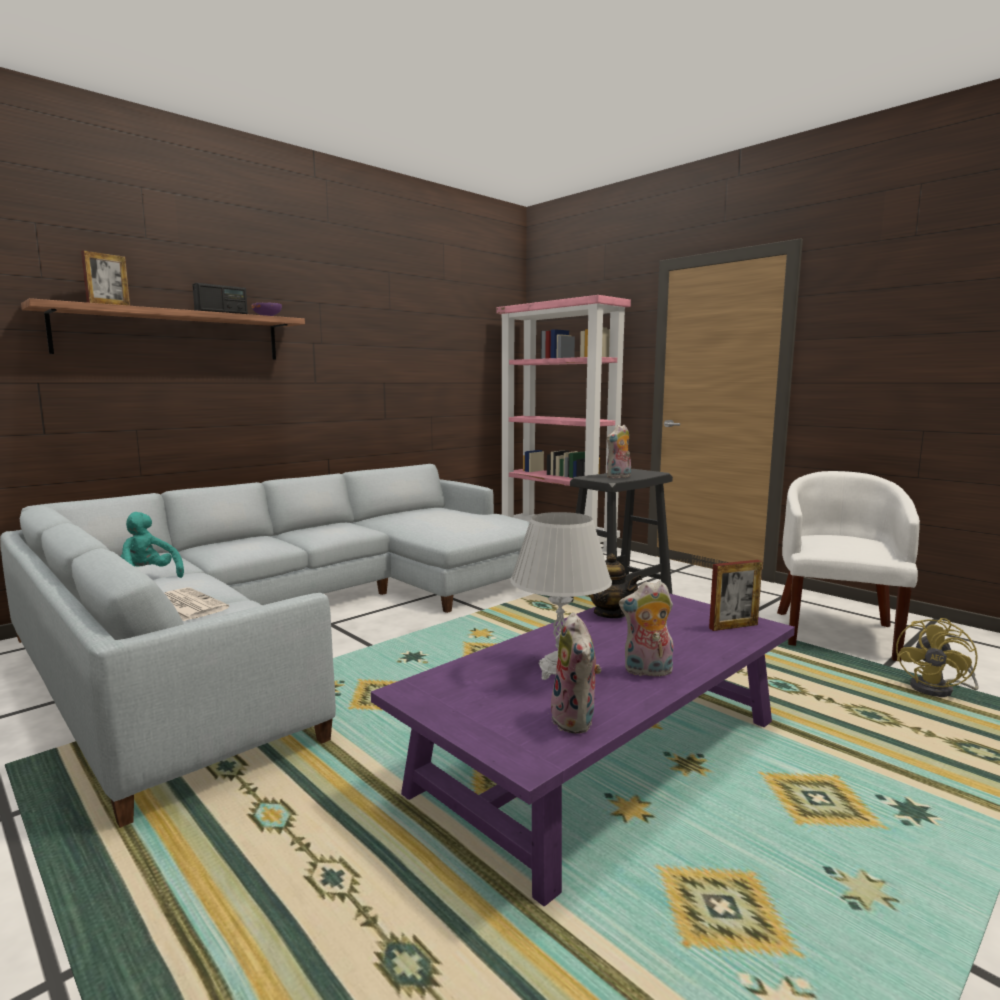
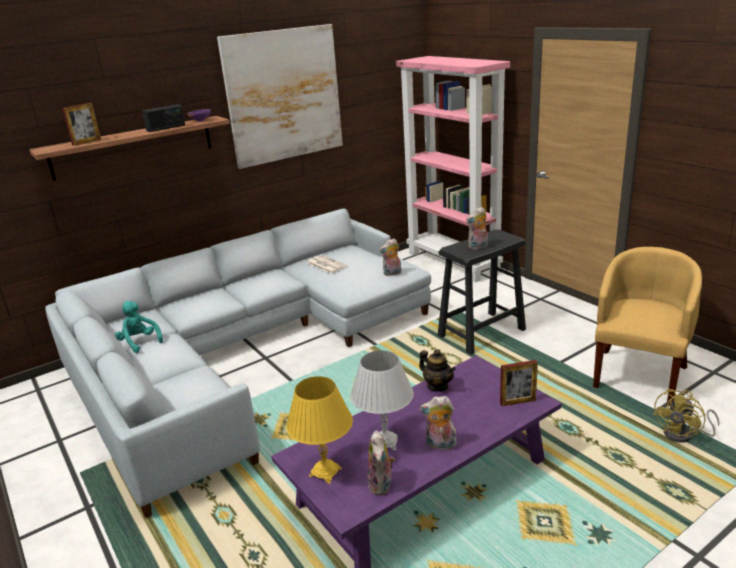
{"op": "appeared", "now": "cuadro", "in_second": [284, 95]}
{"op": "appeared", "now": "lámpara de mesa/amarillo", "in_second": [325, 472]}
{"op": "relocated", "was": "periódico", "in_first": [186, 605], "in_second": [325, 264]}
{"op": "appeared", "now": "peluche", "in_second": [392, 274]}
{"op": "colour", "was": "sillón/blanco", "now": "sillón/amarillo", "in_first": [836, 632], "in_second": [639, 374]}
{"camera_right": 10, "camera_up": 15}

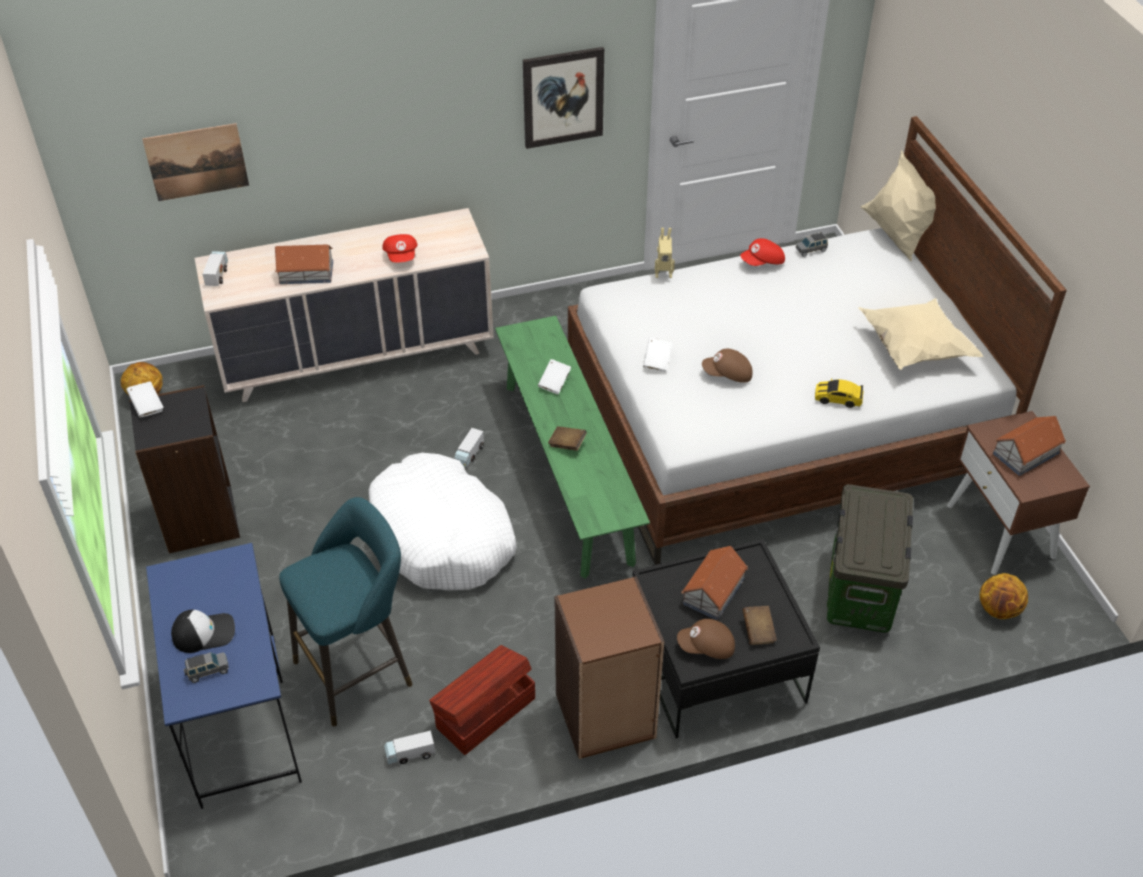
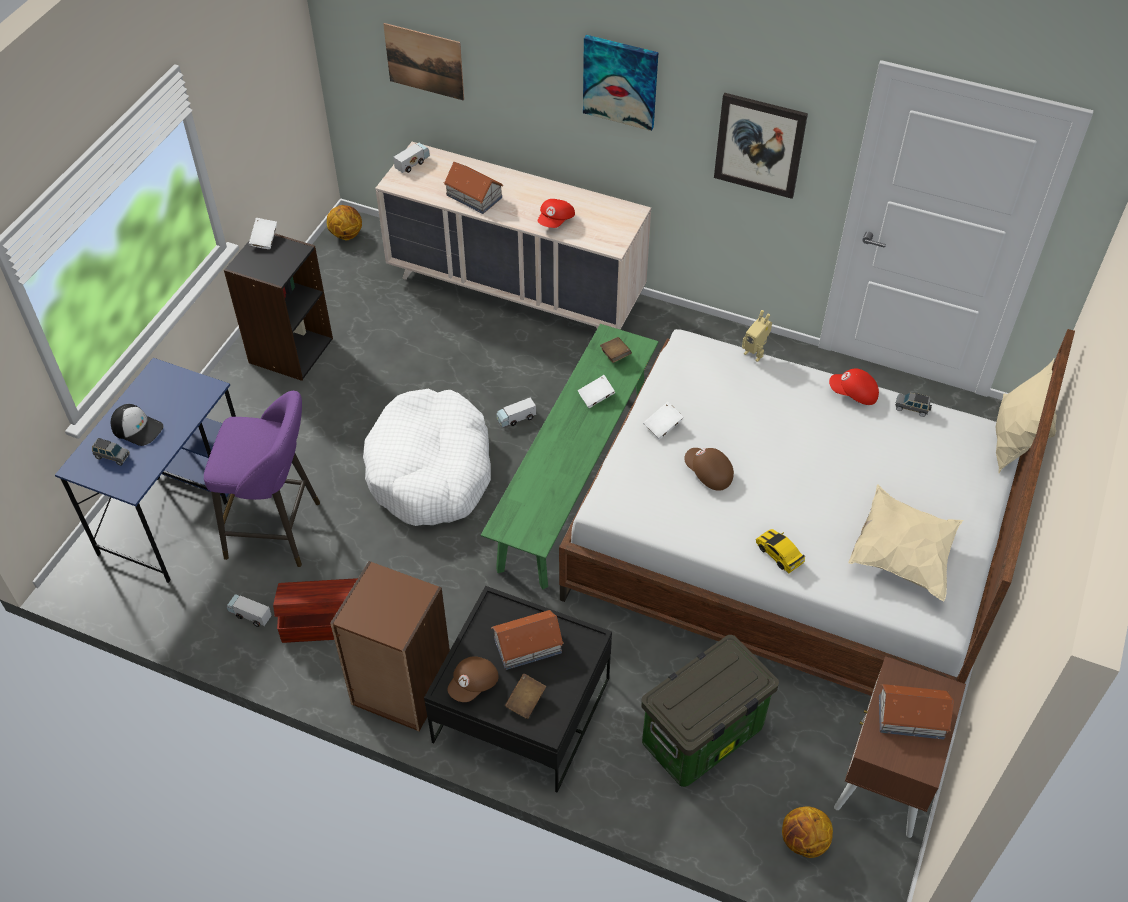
{"op": "colour", "was": "taburete/turquesa", "now": "taburete/morado", "in_first": [359, 670], "in_second": [279, 531]}
{"op": "spun", "was": "gorra/marrón", "in_first": [706, 647], "in_second": [474, 684], "clockwise": -90}
{"op": "appeared", "now": "cuadro", "in_second": [620, 81]}
{"op": "relocated", "was": "libro/marrón", "in_first": [567, 444], "in_second": [615, 355]}
{"camera_right": 40, "camera_up": 5}

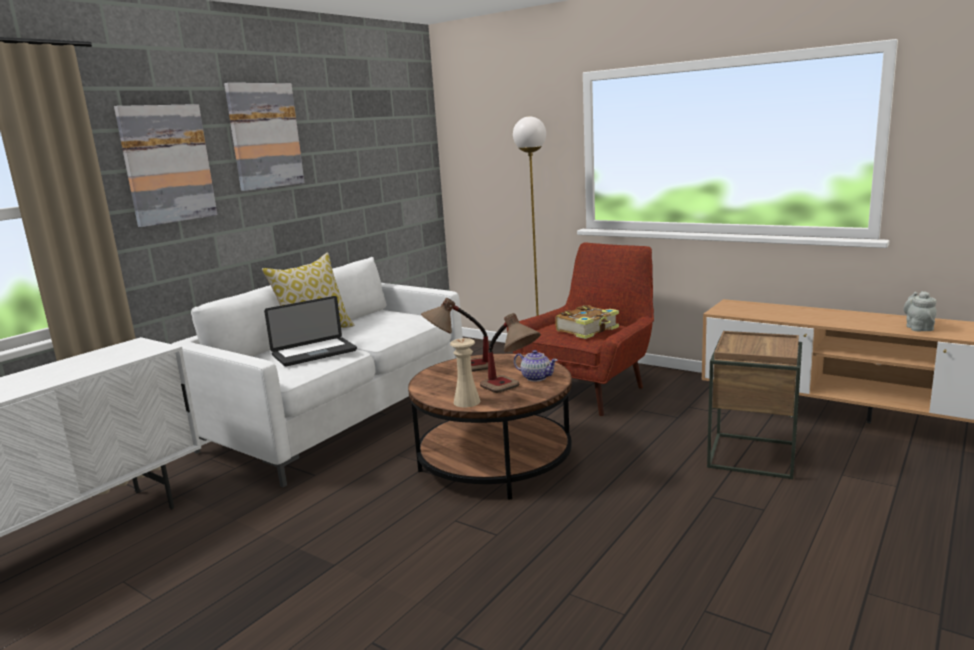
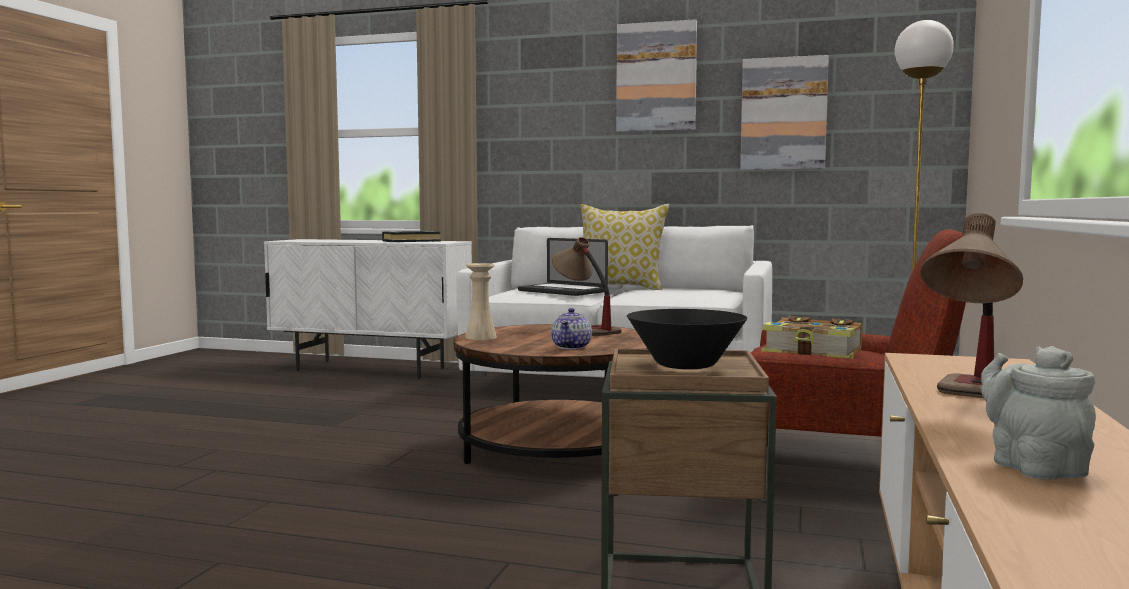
{"op": "appeared", "now": "libro/negro", "in_second": [411, 241]}
{"op": "appeared", "now": "cuenco/negro", "in_second": [685, 365]}
{"op": "relocated", "was": "cuadro", "in_first": [167, 164], "in_second": [783, 114]}
{"op": "relocated", "was": "lámpara de mesa", "in_first": [512, 390], "in_second": [973, 399]}
{"op": "spun", "was": "tetera/gris", "in_first": [918, 328], "in_second": [1032, 466], "clockwise": -90}
{"camera_right": 70, "camera_up": -10}

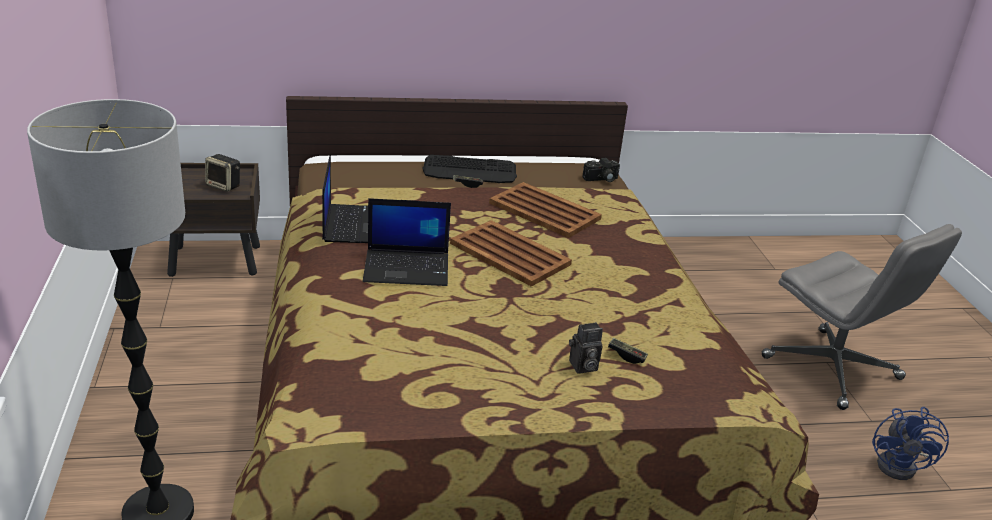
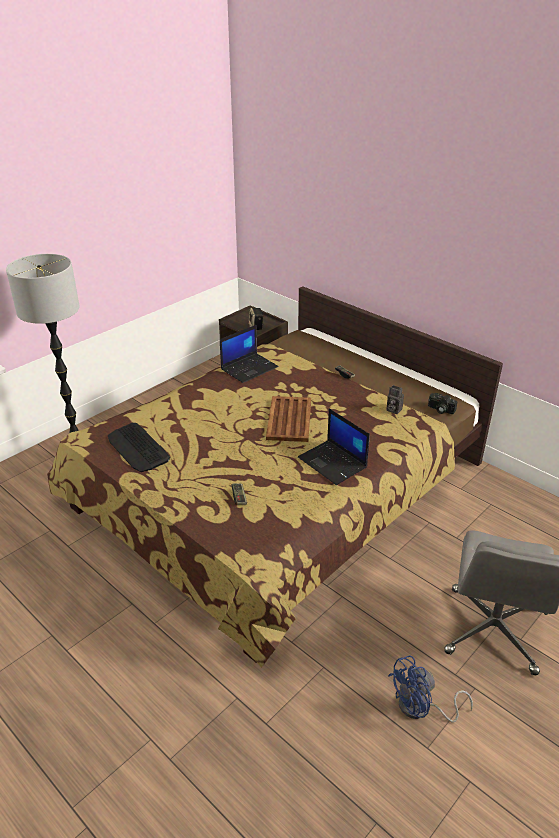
{"op": "relocated", "was": "teclado", "in_first": [470, 171], "in_second": [138, 448]}
{"op": "relocated", "was": "portátil", "in_first": [408, 268], "in_second": [333, 463]}
{"op": "relocated", "was": "cámara", "in_first": [582, 367], "in_second": [393, 410]}
{"op": "missing", "was": "bandeja/marrón", "in_first": [544, 210]}
{"camera_right": 55, "camera_up": 5}

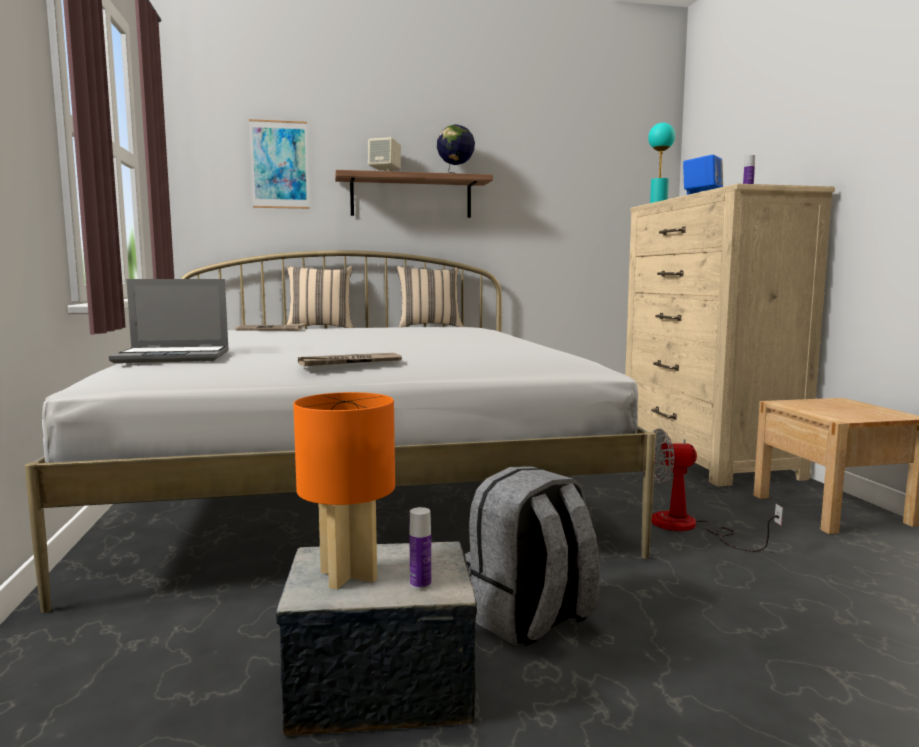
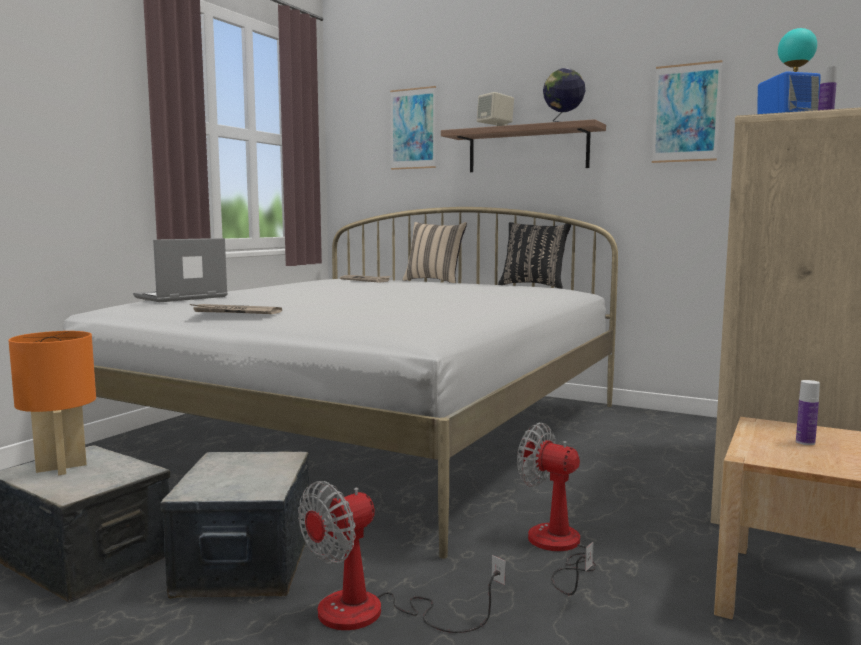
{"op": "spun", "was": "portátil", "in_first": [175, 357], "in_second": [180, 297], "clockwise": 105}
{"op": "exchanged", "was": "mochila/gris", "now": "caja de almacenaje", "in_first": [530, 620], "in_second": [243, 563]}
{"op": "appeared", "now": "ventilador", "in_second": [374, 614]}
{"op": "colour", "was": "cojín/beis", "now": "cojín/negro", "in_first": [429, 326], "in_second": [534, 286]}
{"op": "appeared", "now": "cuadro", "in_second": [686, 113]}
{"op": "relocated", "was": "botella", "in_first": [420, 584], "in_second": [805, 442]}
{"camera_right": 40, "camera_up": 0}

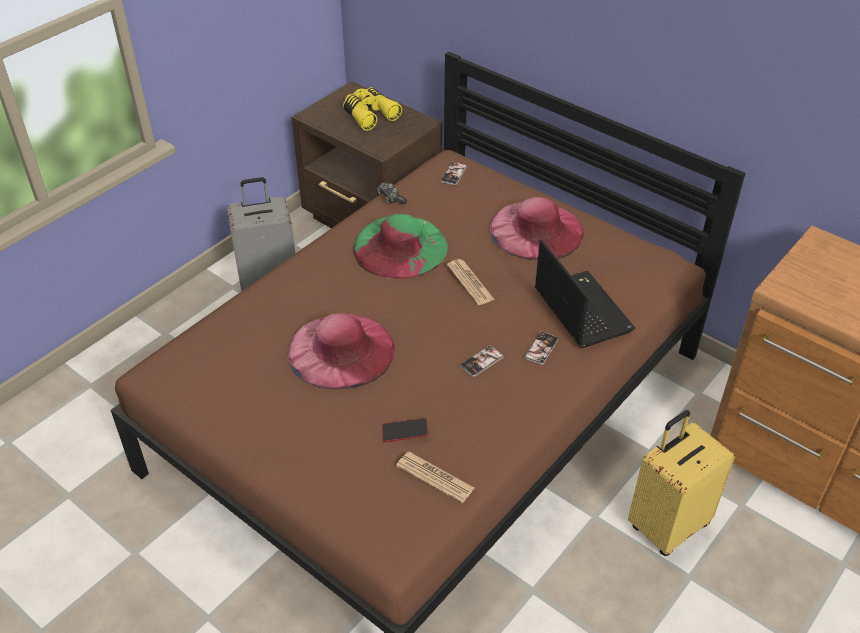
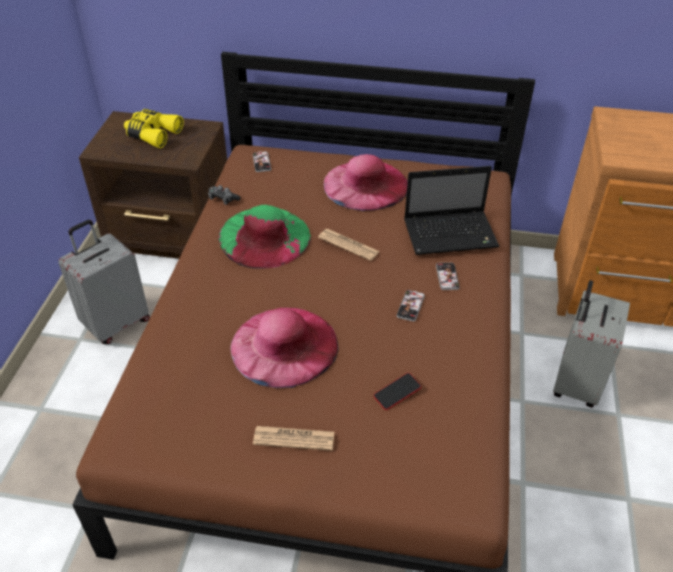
{"op": "relocated", "was": "periódico", "in_first": [435, 477], "in_second": [294, 438]}
{"op": "spun", "was": "portátil", "in_first": [580, 309], "in_second": [452, 234], "clockwise": 135}
{"op": "colour", "was": "maleta/amarillo", "now": "maleta/gris", "in_first": [667, 525], "in_second": [575, 383]}
{"camera_right": -30, "camera_up": 0}

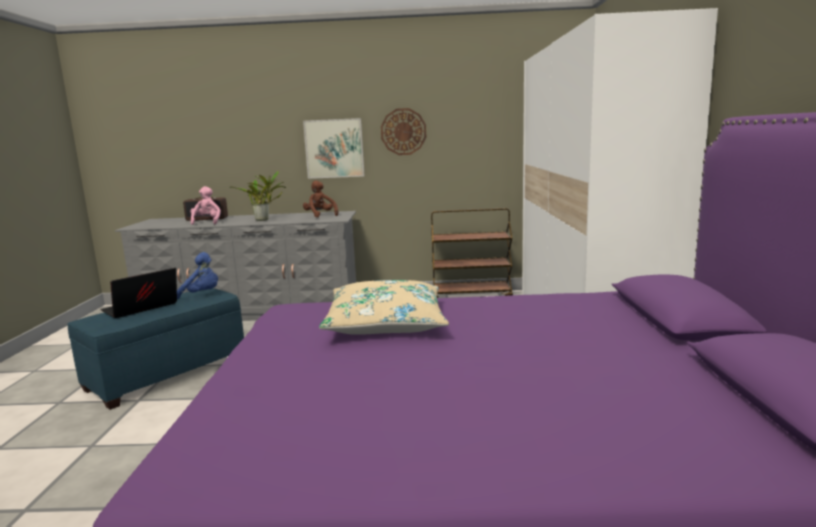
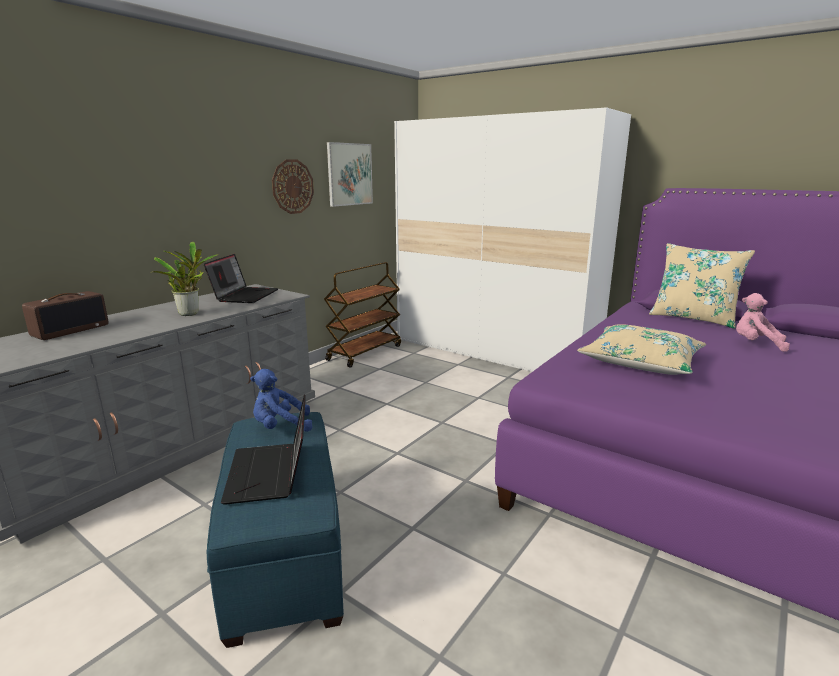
{"op": "exchanged", "was": "peluche/marrón", "now": "portátil", "in_first": [320, 215], "in_second": [244, 295]}
{"op": "spun", "was": "peluche/azul", "in_first": [202, 295], "in_second": [280, 427], "clockwise": -150}
{"op": "relocated", "was": "cuadro", "in_first": [334, 148], "in_second": [349, 174]}
{"op": "appeared", "now": "cojín/beis", "in_second": [693, 318]}
{"op": "relocated", "was": "peluche/rosa", "in_first": [207, 222], "in_second": [756, 345]}
{"camera_right": -55, "camera_up": 5}

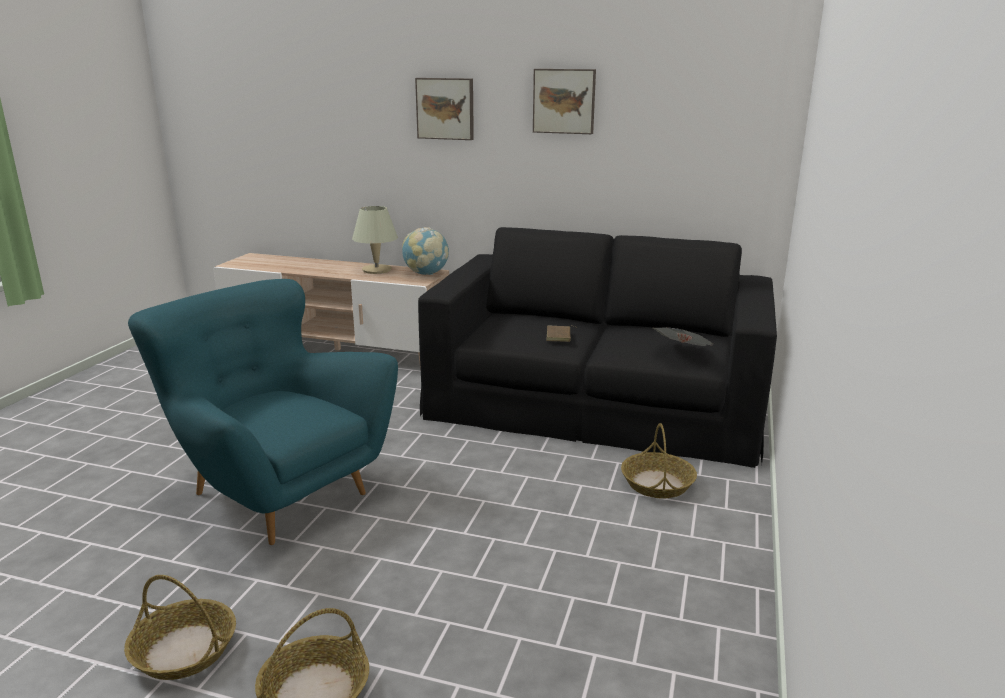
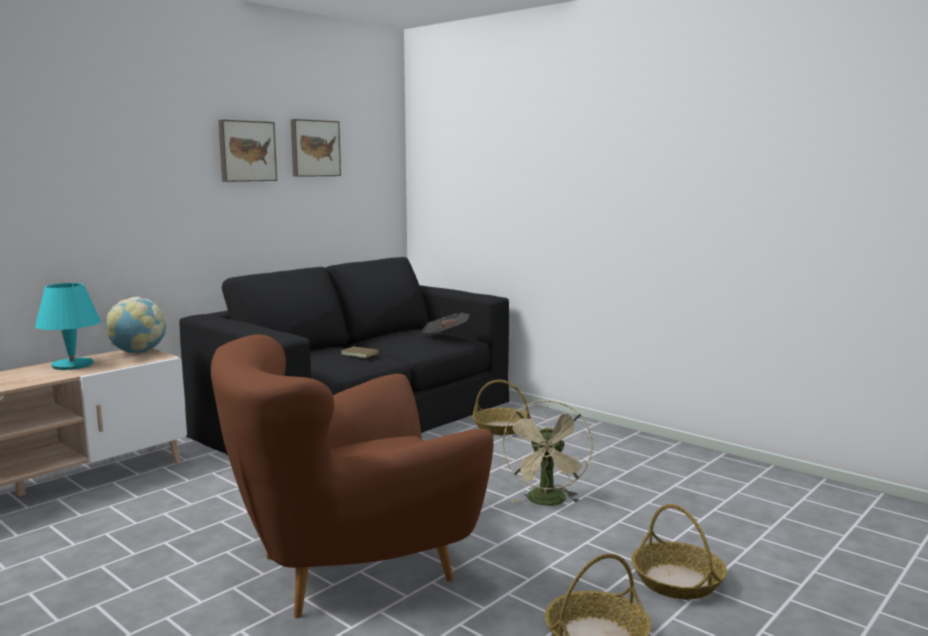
{"op": "colour", "was": "lámpara de mesa/beis", "now": "lámpara de mesa/turquesa", "in_first": [377, 270], "in_second": [73, 365]}
{"op": "colour", "was": "sillón/turquesa", "now": "sillón/marrón", "in_first": [276, 492], "in_second": [350, 568]}
{"op": "relocated", "was": "cuadro", "in_first": [445, 108], "in_second": [314, 148]}
{"op": "appeared", "now": "ventilador/beis", "in_second": [548, 502]}
{"camera_right": -65, "camera_up": -10}

